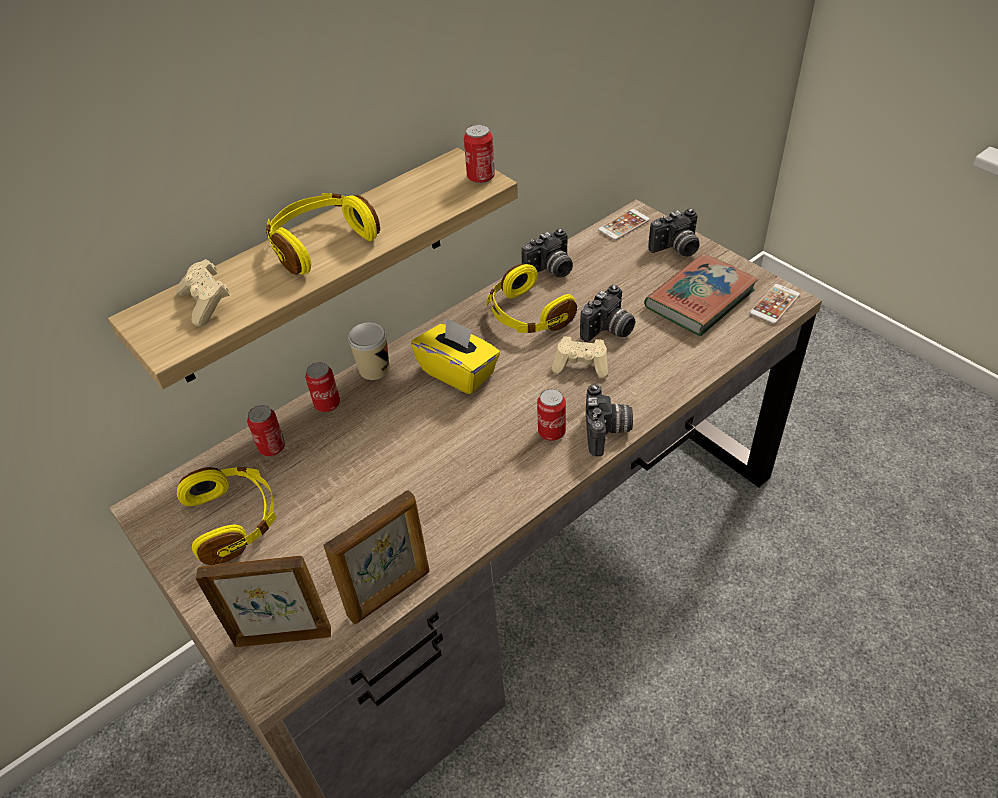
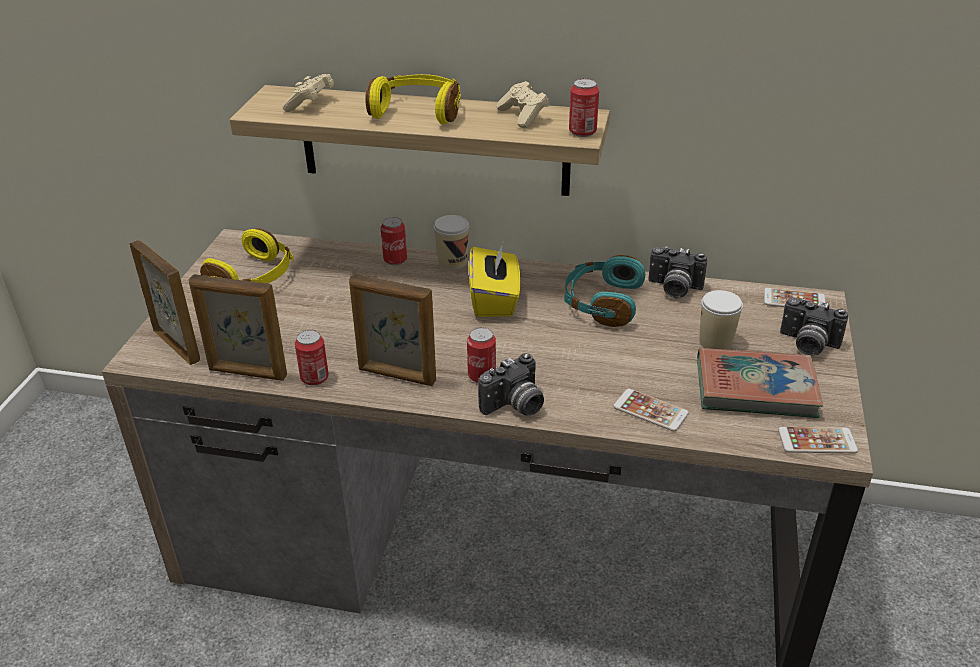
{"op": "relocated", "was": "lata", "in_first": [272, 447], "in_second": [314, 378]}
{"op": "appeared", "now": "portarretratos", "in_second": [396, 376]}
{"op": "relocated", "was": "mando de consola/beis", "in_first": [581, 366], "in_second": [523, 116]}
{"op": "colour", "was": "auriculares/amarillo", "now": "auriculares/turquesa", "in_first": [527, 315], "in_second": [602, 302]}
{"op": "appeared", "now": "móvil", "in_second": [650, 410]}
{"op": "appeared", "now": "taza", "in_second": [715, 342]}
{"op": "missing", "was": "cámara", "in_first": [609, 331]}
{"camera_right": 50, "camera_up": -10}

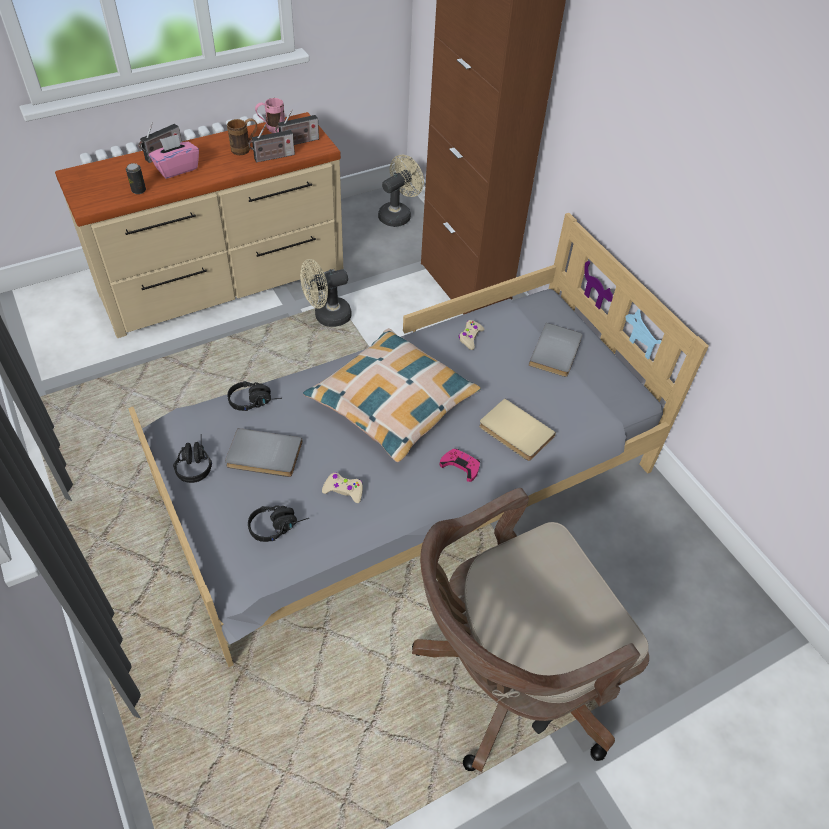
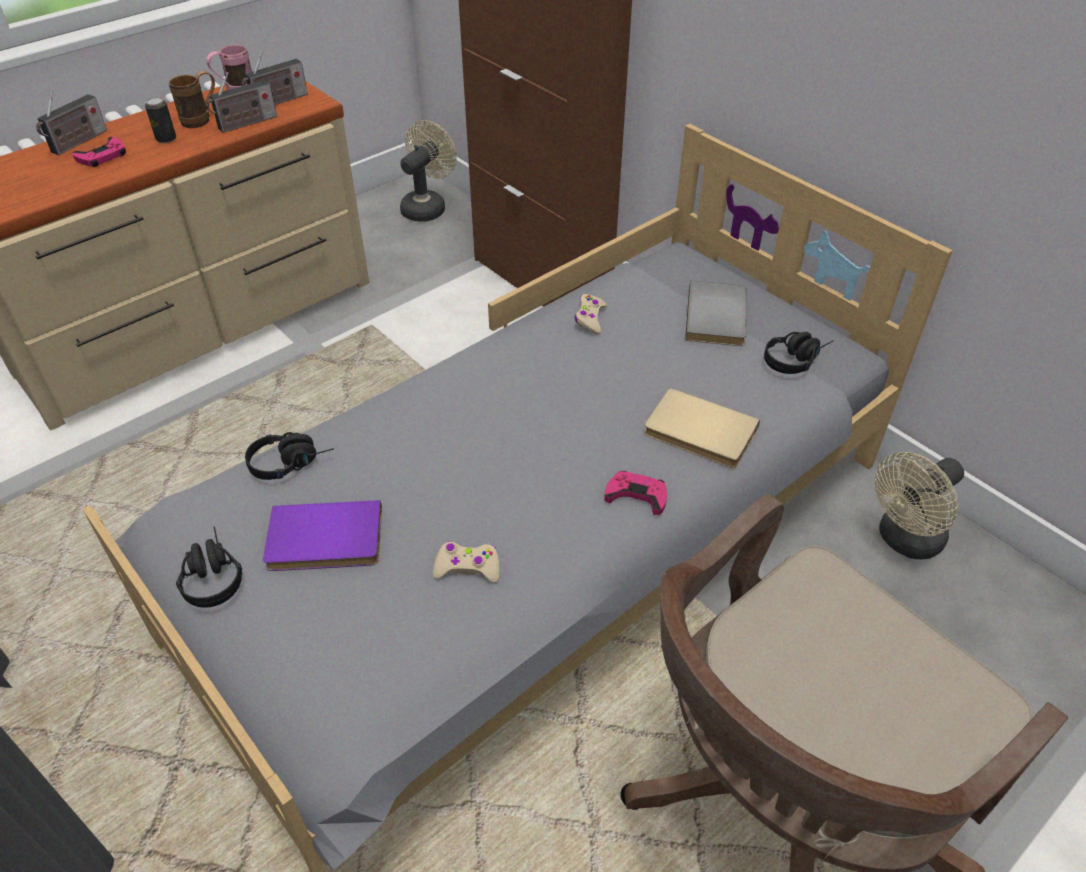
{"op": "exchanged", "was": "caja de pañuelos/rosa", "now": "mando de consola/rosa", "in_first": [177, 169], "in_second": [103, 156]}
{"op": "relocated", "was": "lata", "in_first": [139, 190], "in_second": [166, 139]}
{"op": "colour", "was": "libro/gris", "now": "libro/morado", "in_first": [263, 456], "in_second": [325, 542]}
{"op": "relocated", "was": "auriculares/negro", "in_first": [279, 525], "in_second": [796, 359]}
{"op": "relocated", "was": "ventilador/beis", "in_first": [327, 317], "in_second": [904, 540]}
{"op": "missing", "was": "cojín", "in_first": [392, 402]}
{"camera_right": -10, "camera_up": -5}

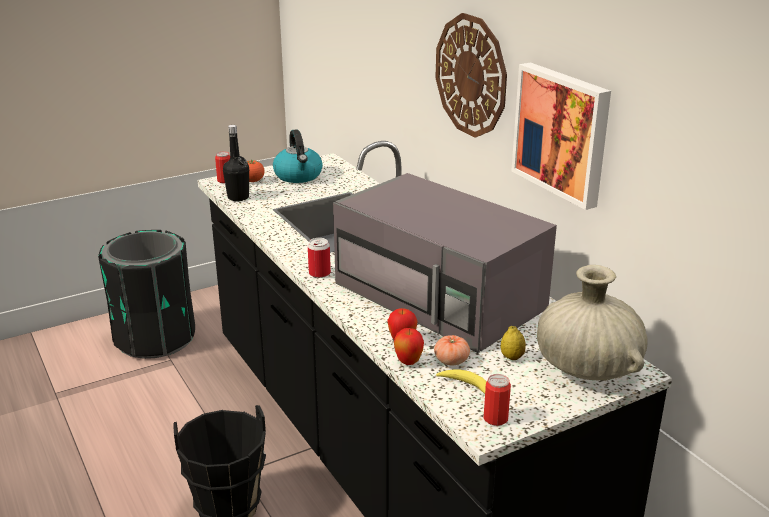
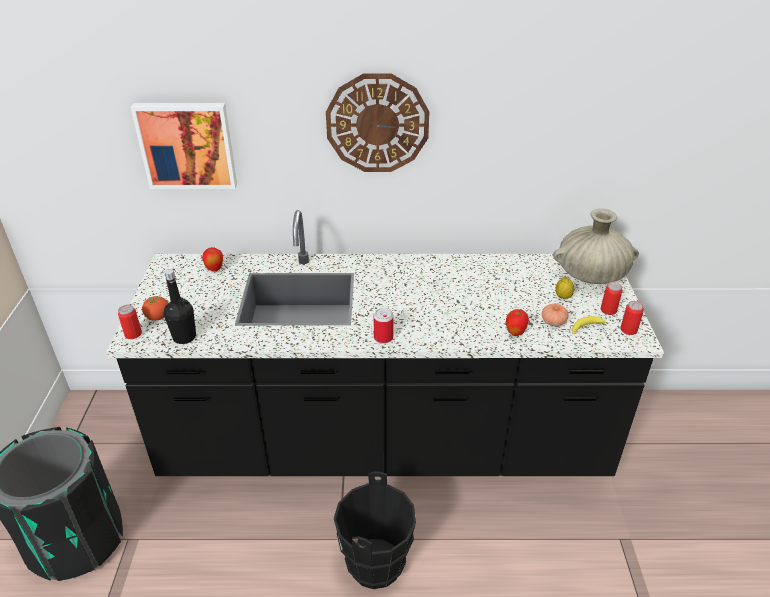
{"op": "relocated", "was": "cuadro", "in_first": [563, 133], "in_second": [187, 145]}
{"op": "relocated", "was": "manzana", "in_first": [408, 362], "in_second": [215, 269]}
{"op": "appeared", "now": "lata", "in_second": [608, 310]}
{"op": "missing", "was": "hervidor", "in_first": [298, 176]}
{"op": "missing", "was": "microondas/gris", "in_first": [441, 296]}
{"camera_right": -60, "camera_up": 10}

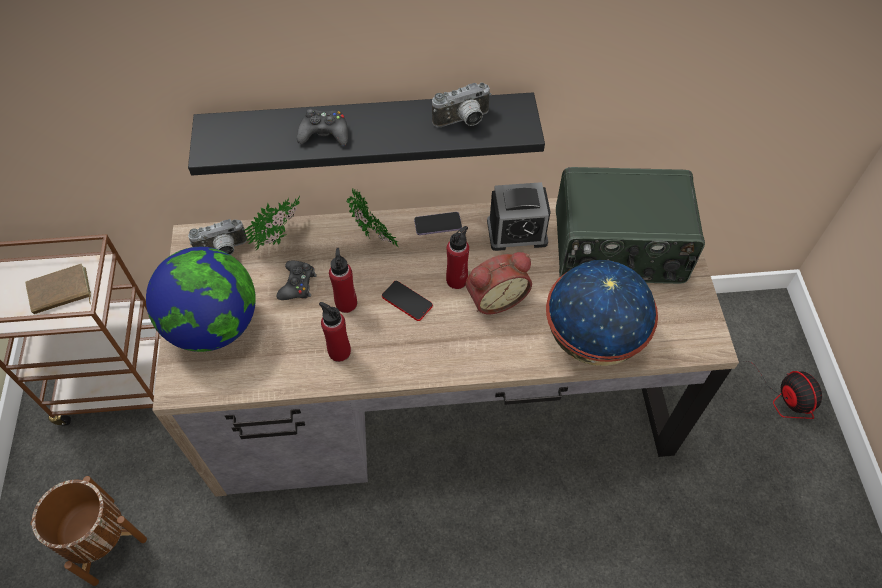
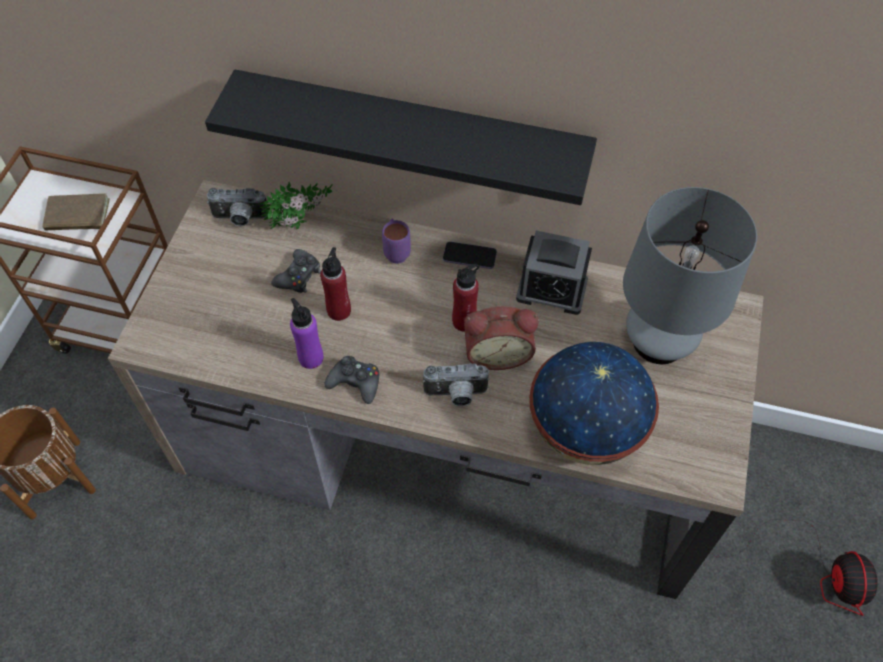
{"op": "colour", "was": "botella/rojo", "now": "botella/morado", "in_first": [339, 351], "in_second": [311, 358]}
{"op": "relocated", "was": "mando de consola/negro", "in_first": [324, 133], "in_second": [355, 382]}
{"op": "exchanged", "was": "planta en maceta", "now": "taza grande/morado", "in_first": [374, 238], "in_second": [396, 251]}
{"op": "relocated", "was": "cámara", "in_first": [463, 121], "in_second": [456, 395]}
{"op": "exchanged", "was": "radio", "now": "lámpara de mesa/gris", "in_first": [619, 249], "in_second": [658, 342]}
{"op": "missing", "was": "globo terráqueo", "in_first": [214, 325]}
{"op": "missing", "was": "móvil", "in_first": [407, 301]}
{"camera_right": 20, "camera_up": 0}

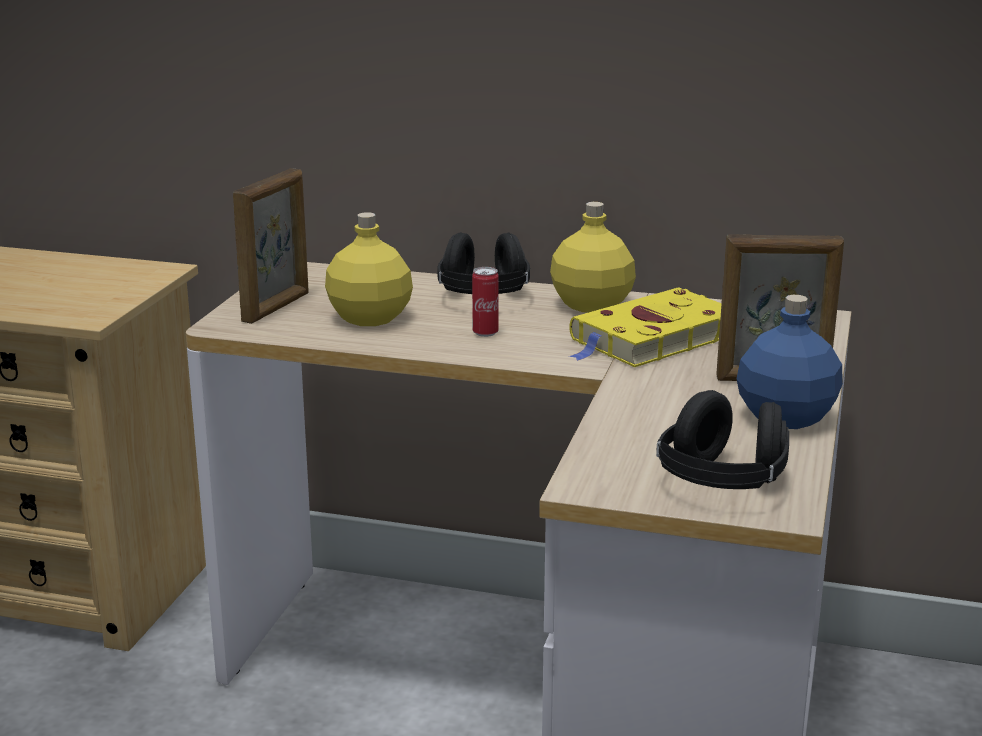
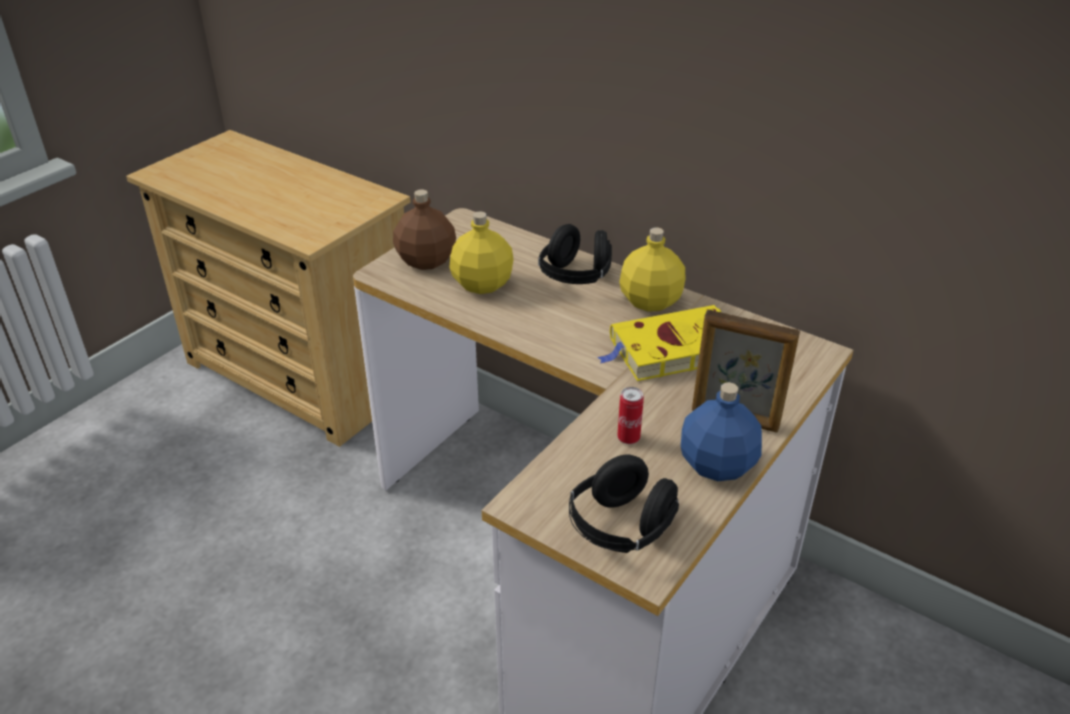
{"op": "exchanged", "was": "portarretratos", "now": "botella/marrón", "in_first": [277, 307], "in_second": [426, 260]}
{"op": "relocated", "was": "lata", "in_first": [485, 333], "in_second": [628, 438]}
{"camera_right": 20, "camera_up": 15}

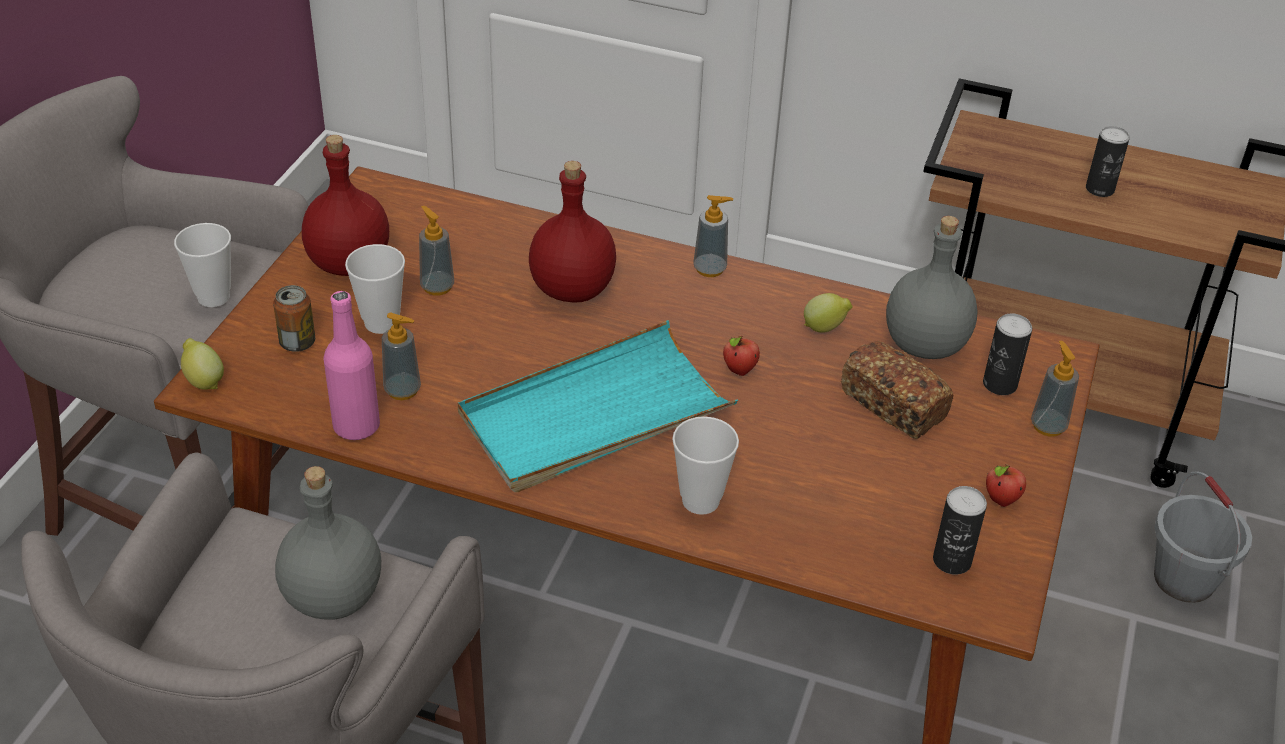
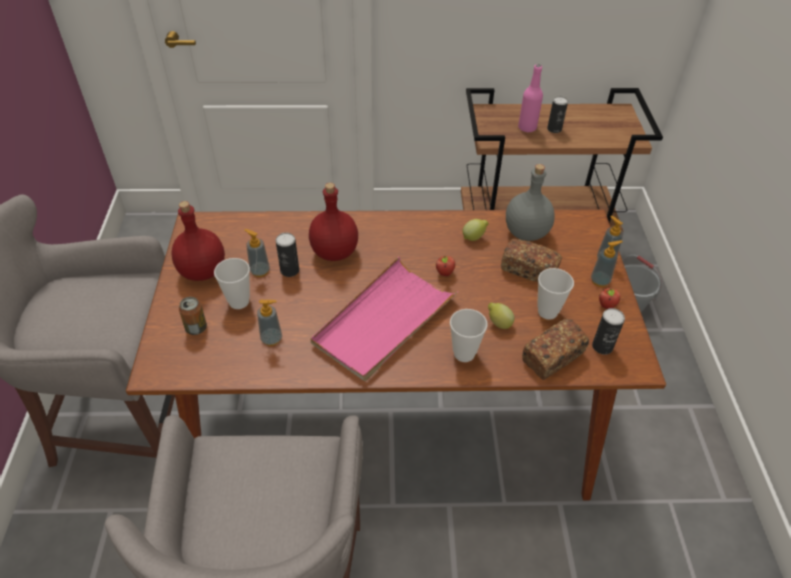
{"op": "relocated", "was": "lata", "in_first": [1000, 384], "in_second": [289, 270]}
{"op": "colour", "was": "bandeja/turquesa", "now": "bandeja/rosa", "in_first": [594, 415], "in_second": [384, 321]}
{"op": "relocated", "was": "limón", "in_first": [204, 381], "in_second": [498, 323]}
{"op": "relocated", "was": "botella/rosa", "in_first": [356, 426], "in_second": [527, 128]}
{"op": "appeared", "now": "pan", "in_second": [552, 357]}
{"op": "relocated", "was": "taza", "in_first": [213, 297], "in_second": [547, 312]}
{"op": "relocated", "was": "dispensador de jabón", "in_first": [710, 269], "in_second": [600, 281]}
{"op": "missing", "was": "botella/gris", "in_first": [334, 596]}
{"camera_right": -20, "camera_up": 5}

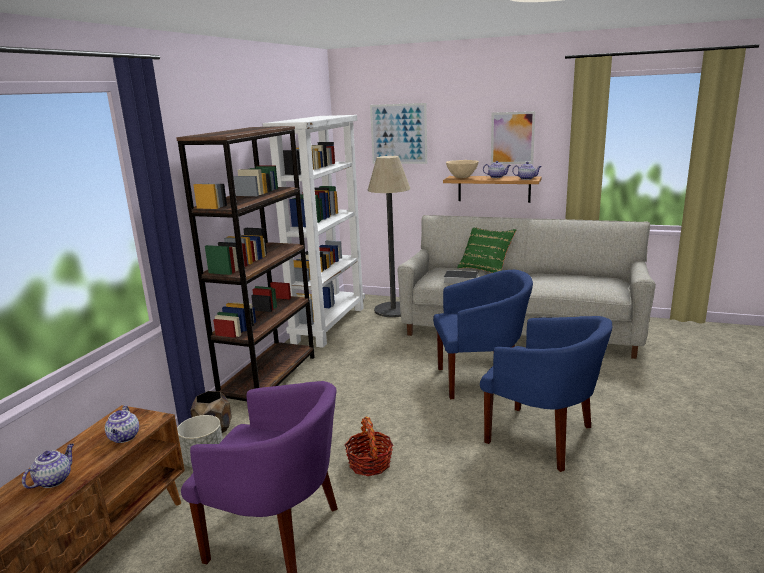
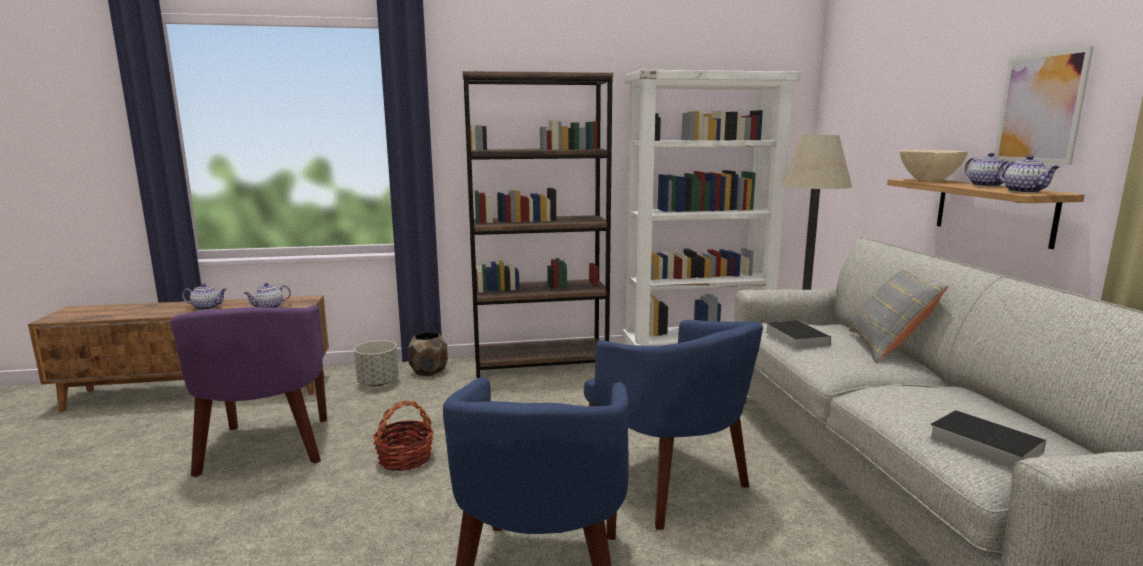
{"op": "colour", "was": "cojín/verde", "now": "cojín/gris", "in_first": [485, 269], "in_second": [888, 347]}
{"op": "appeared", "now": "libro", "in_second": [980, 444]}
{"op": "missing", "was": "cuadro", "in_first": [398, 134]}
{"camera_right": 60, "camera_up": -5}

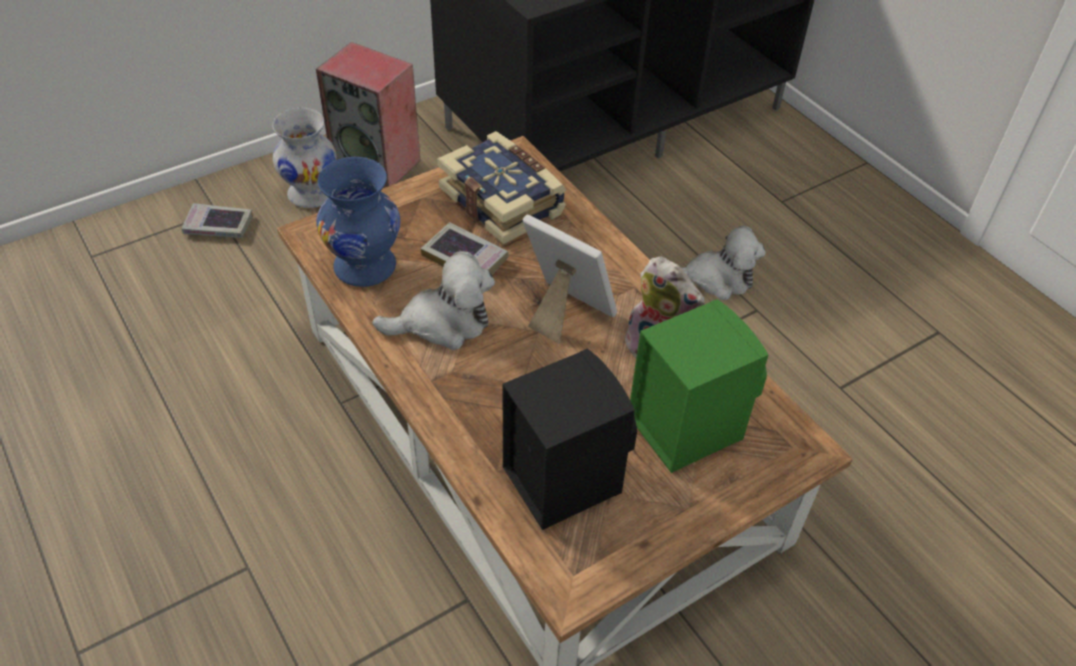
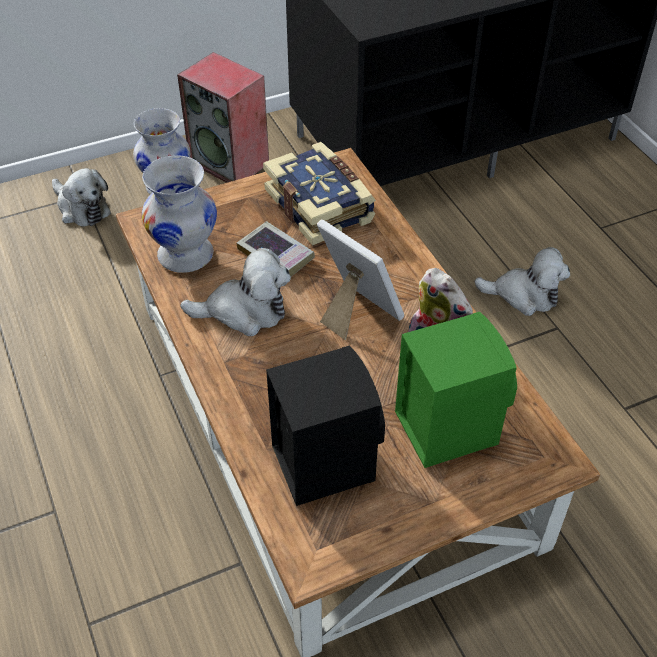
{"op": "exchanged", "was": "libro", "now": "peluche", "in_first": [218, 226], "in_second": [81, 208]}
{"op": "colour", "was": "florero/azul", "now": "florero/blanco", "in_first": [366, 266], "in_second": [187, 255]}
{"camera_right": 10, "camera_up": 0}

